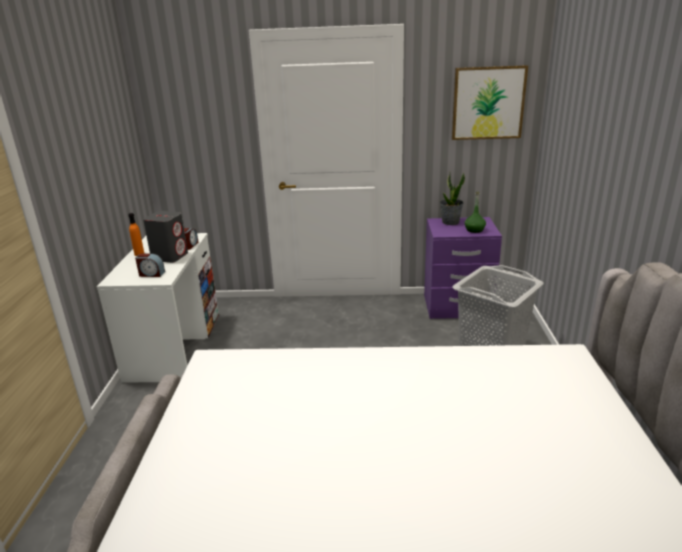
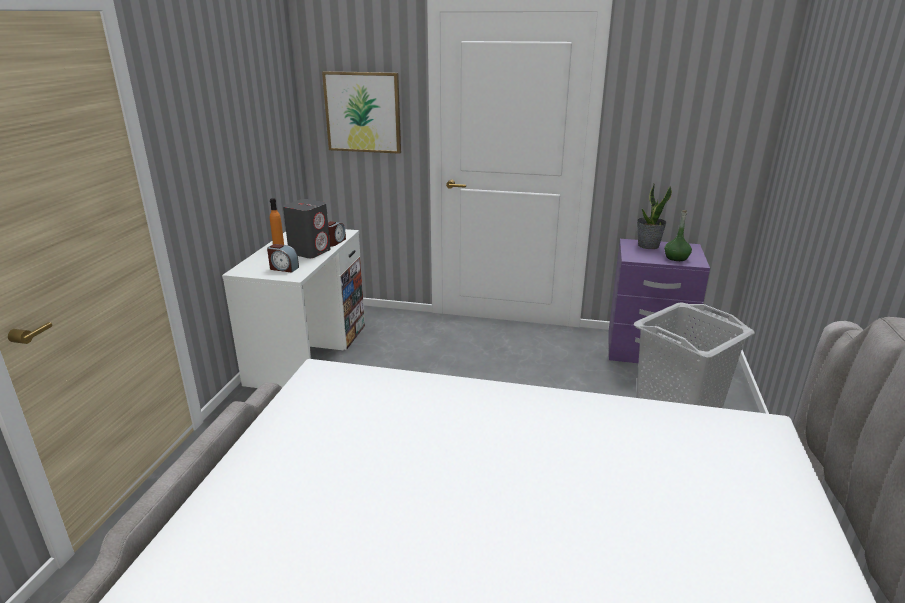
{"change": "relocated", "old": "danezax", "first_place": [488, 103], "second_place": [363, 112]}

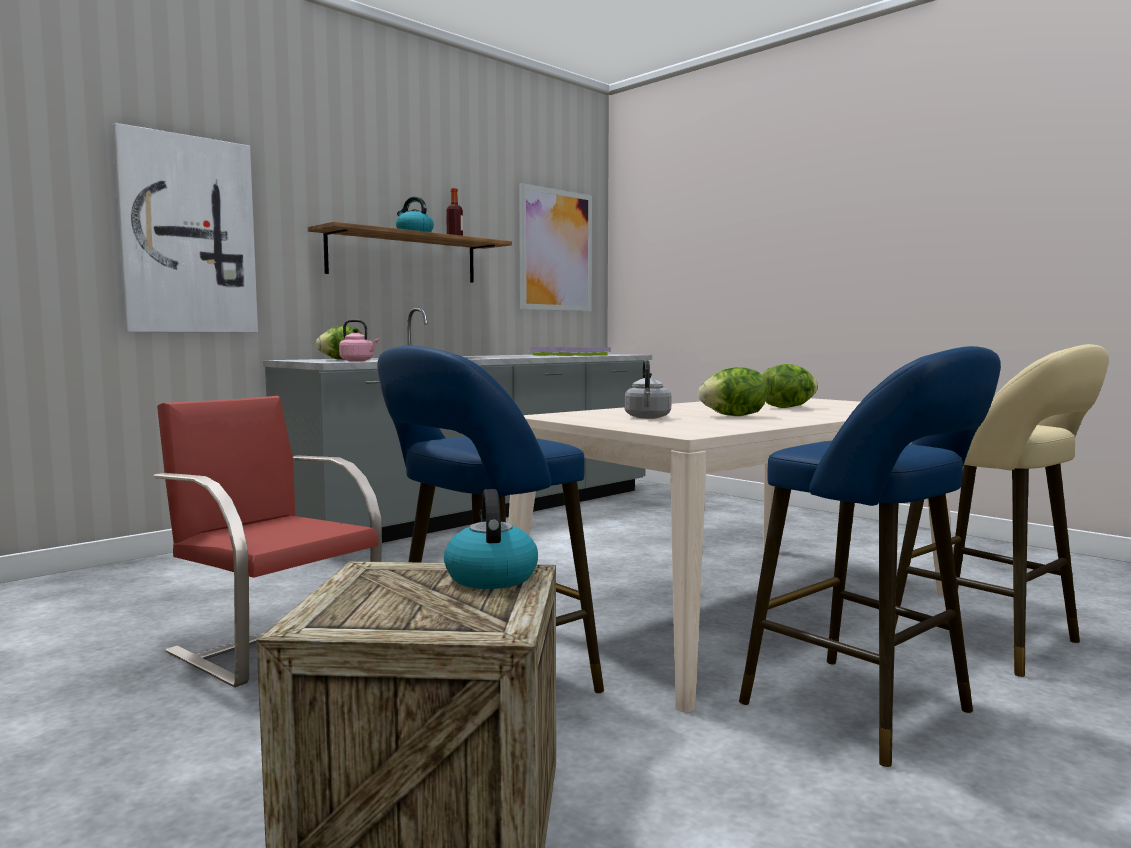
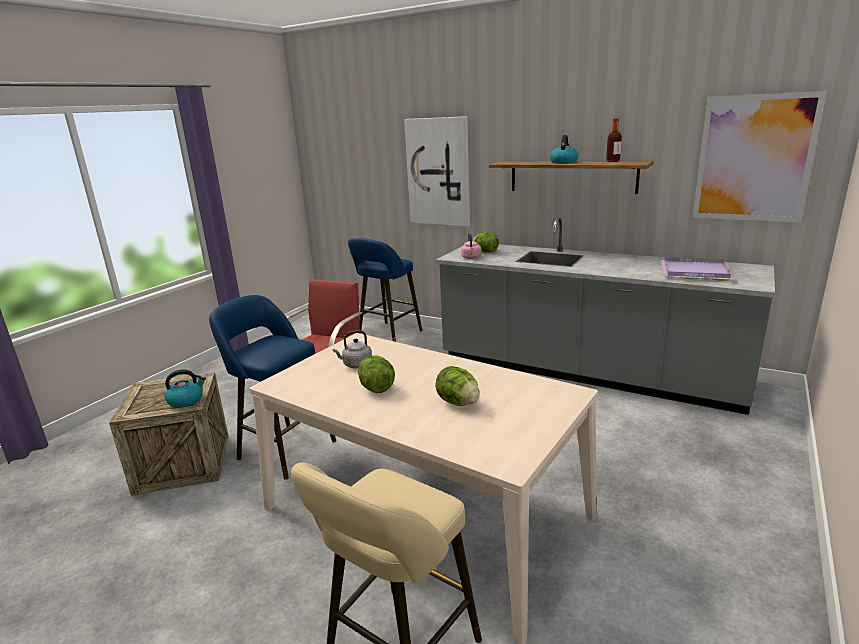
{"change": "relocated", "old": "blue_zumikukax", "first_place": [867, 712], "second_place": [387, 335]}

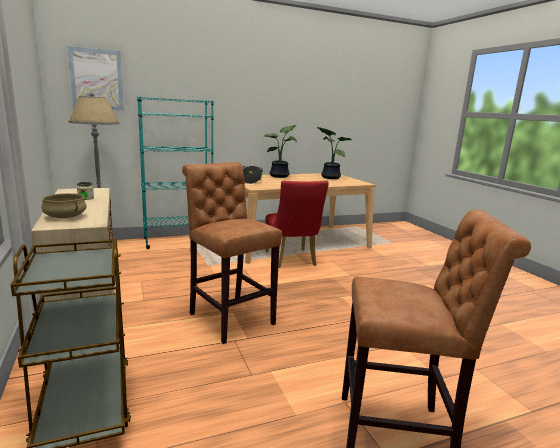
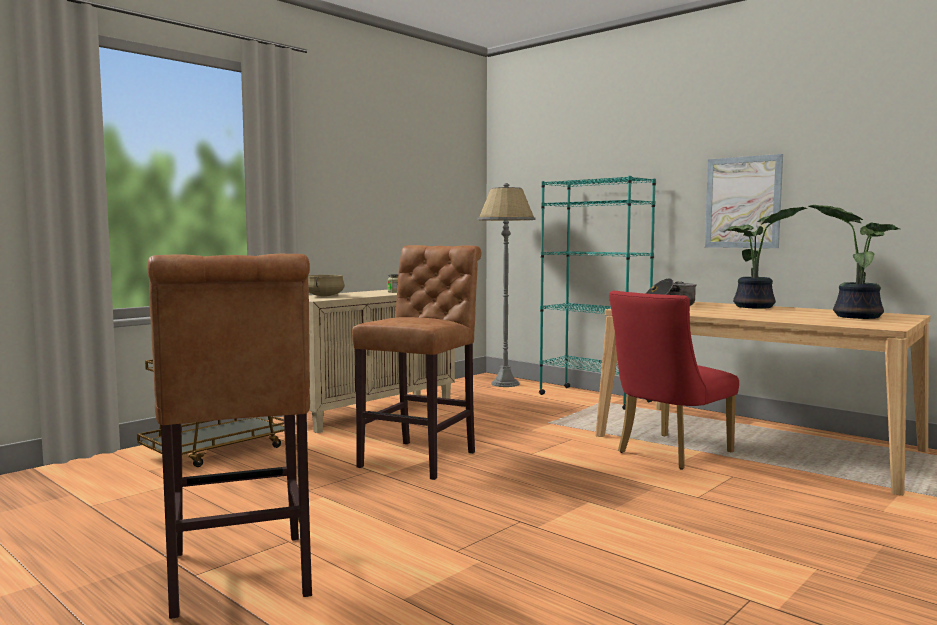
{"change": "relocated", "old": "danezax", "first_place": [96, 79], "second_place": [743, 202]}

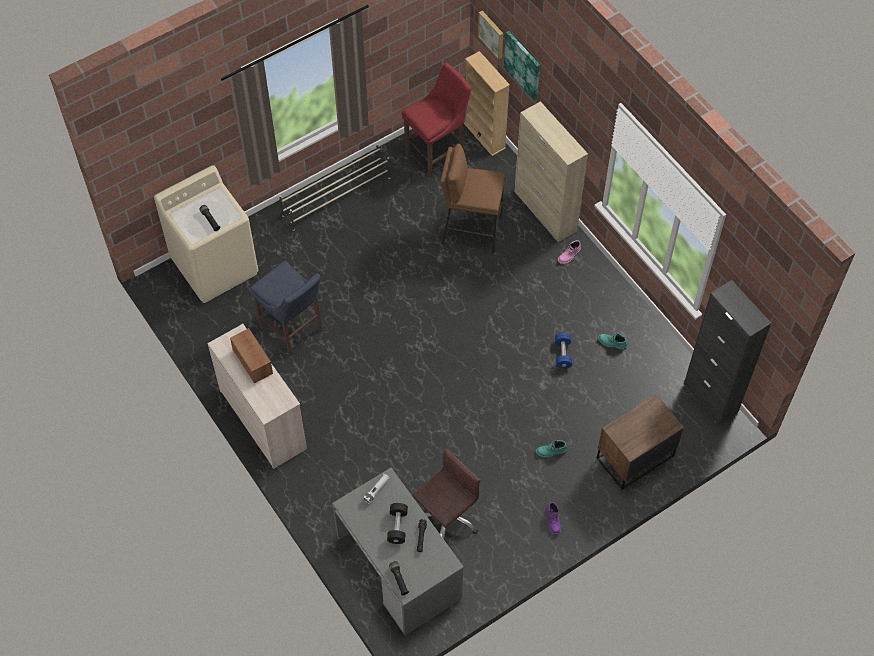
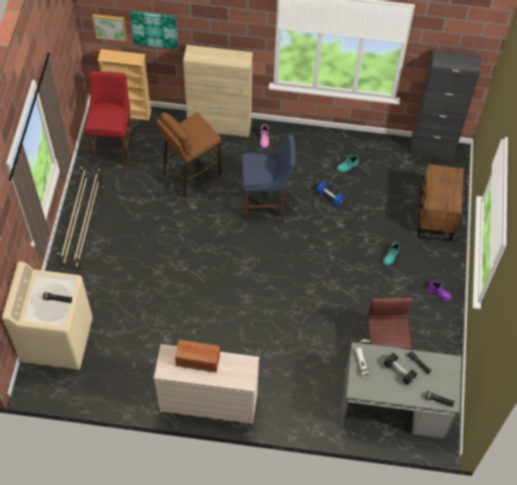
{"change": "relocated", "old": "blue_zumikukax", "first_place": [293, 331], "second_place": [266, 203]}

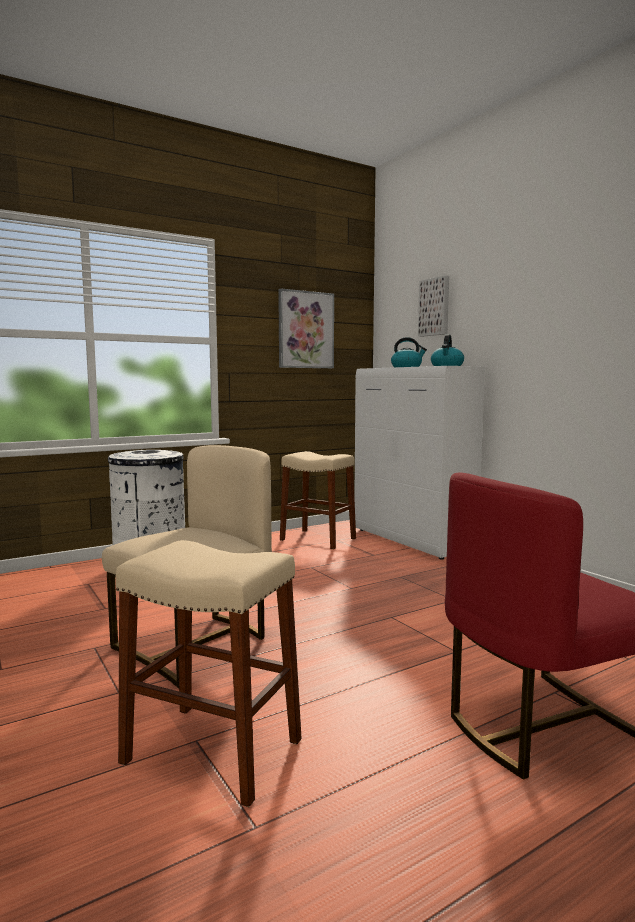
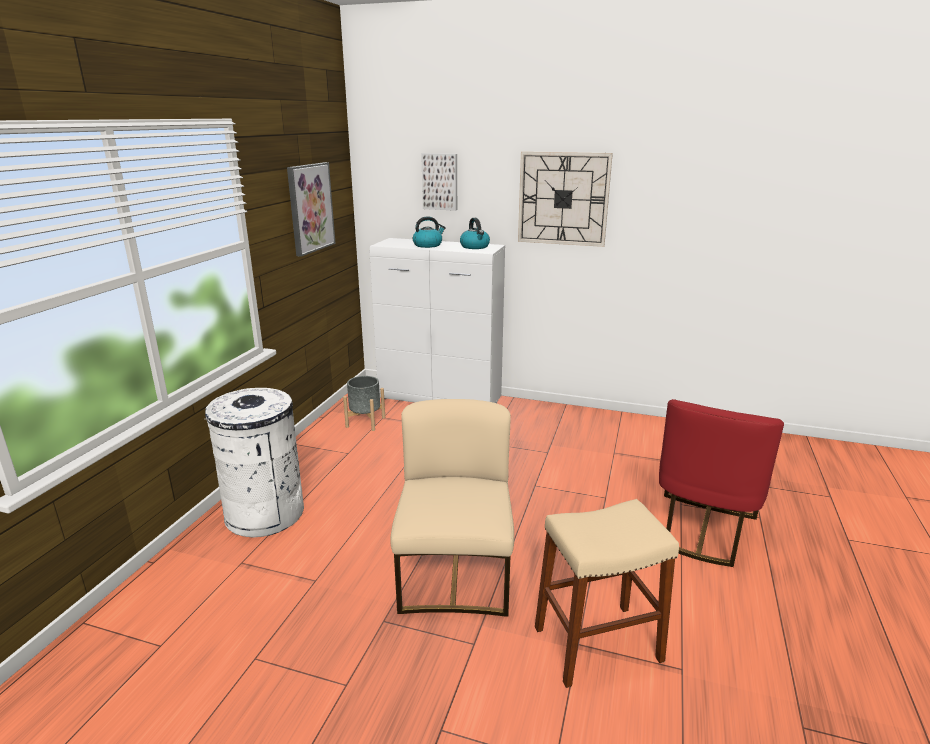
{"change": "exchanged", "old": "beige_zumikukax", "new": "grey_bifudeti", "first_place": [318, 539], "second_place": [365, 422]}
{"change": "appeared", "new": "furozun", "second_place": [563, 199]}

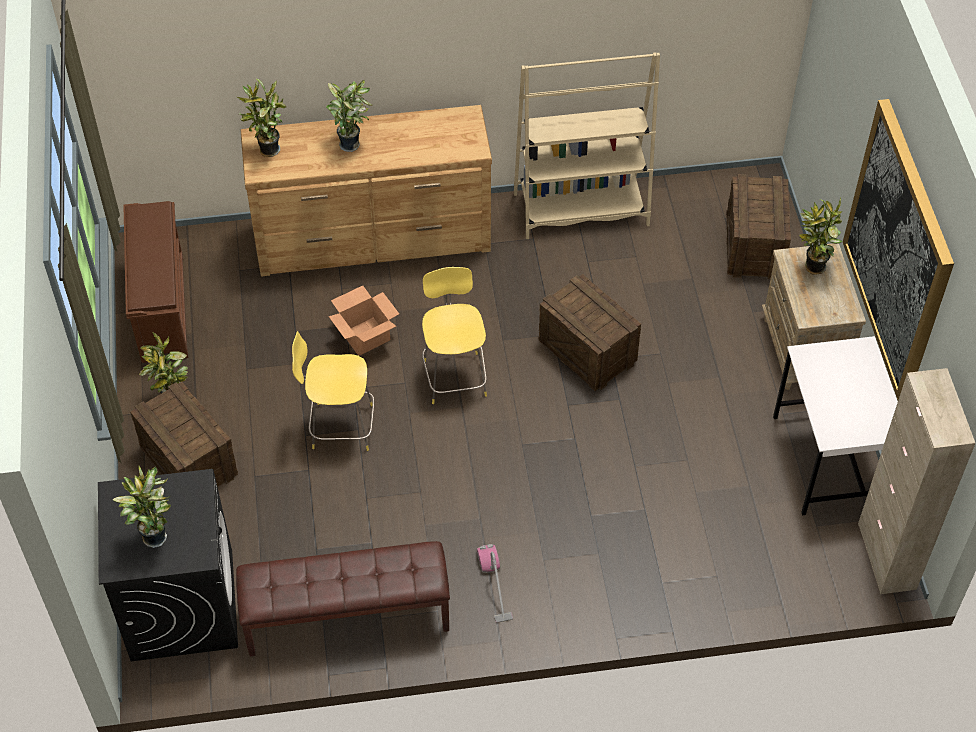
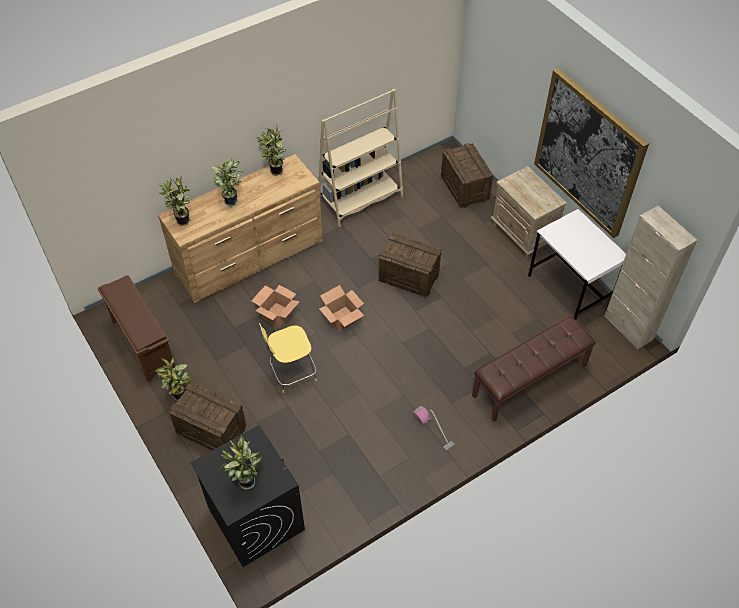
{"change": "relocated", "old": "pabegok", "first_place": [812, 268], "second_place": [275, 172]}
{"change": "exchanged", "old": "yellow_zumikukax", "new": "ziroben", "first_place": [454, 376], "second_place": [342, 318]}
{"change": "relocated", "old": "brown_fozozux", "first_place": [346, 618], "second_place": [530, 381]}

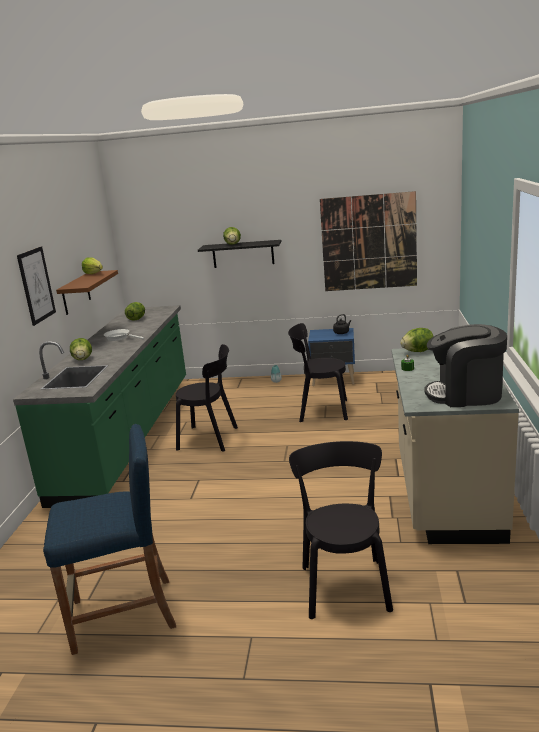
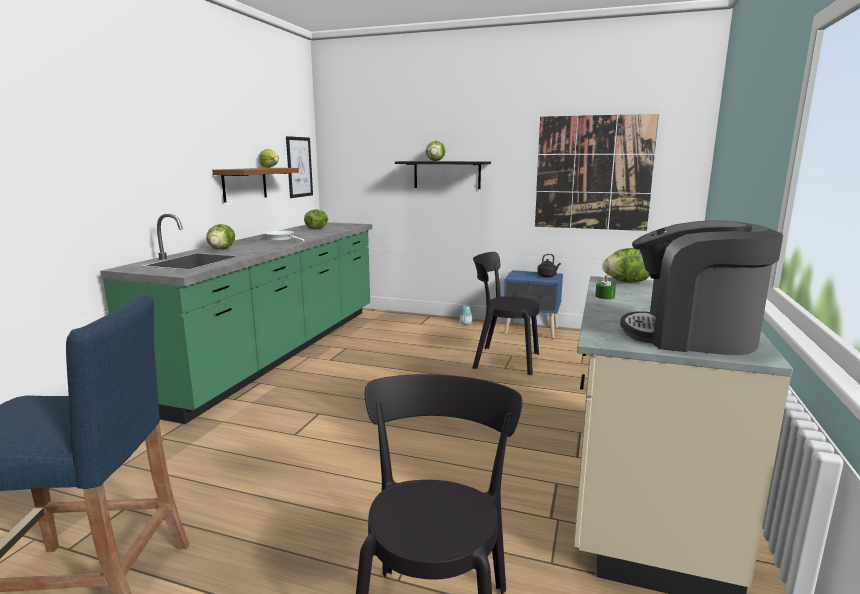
{"change": "relocated", "old": "danezax", "first_place": [36, 285], "second_place": [299, 167]}
{"change": "missing", "old": "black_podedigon", "first_place": [211, 439]}

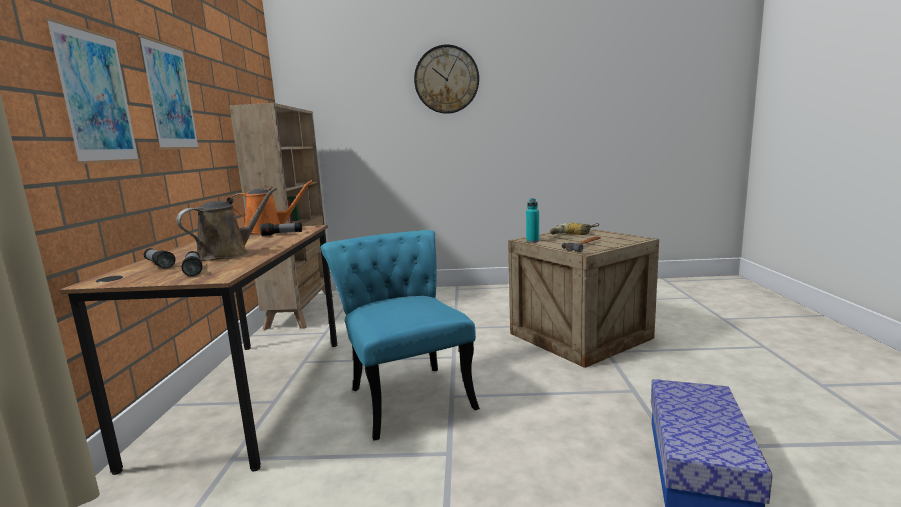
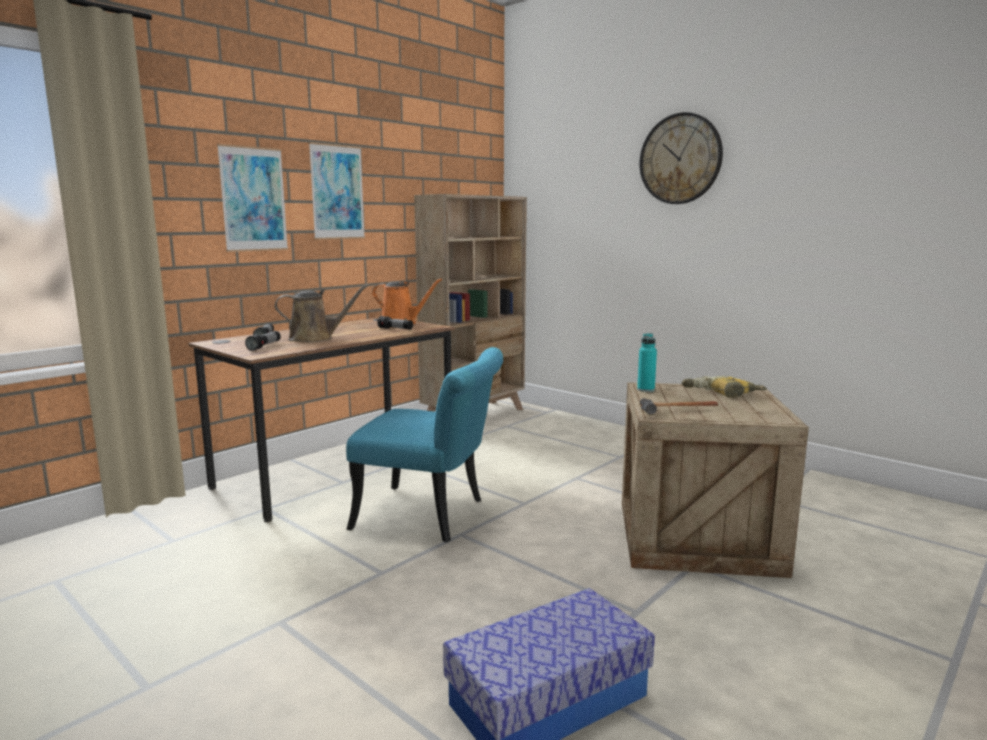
{"change": "spun", "old": "turquoise_podedigon", "first_place": [406, 393], "second_place": [432, 515], "degrees": 90}

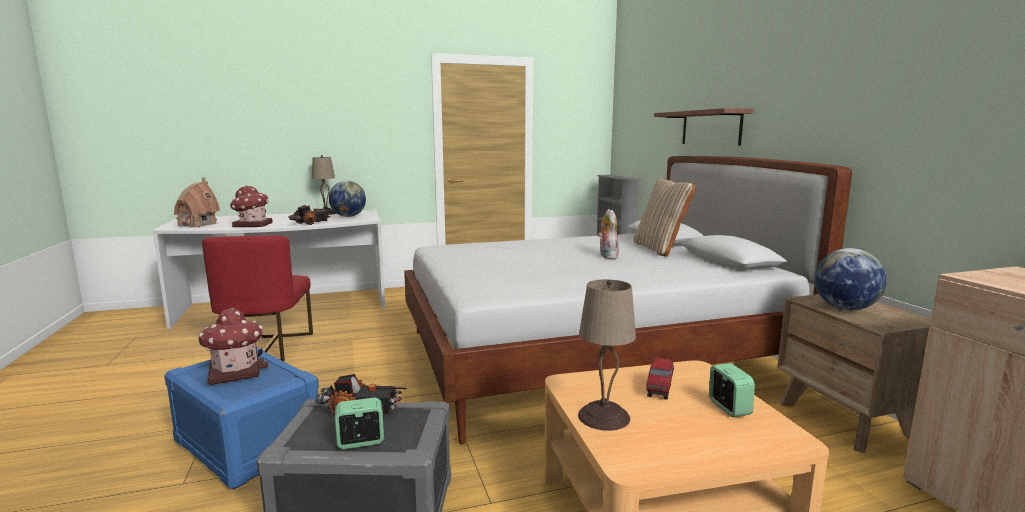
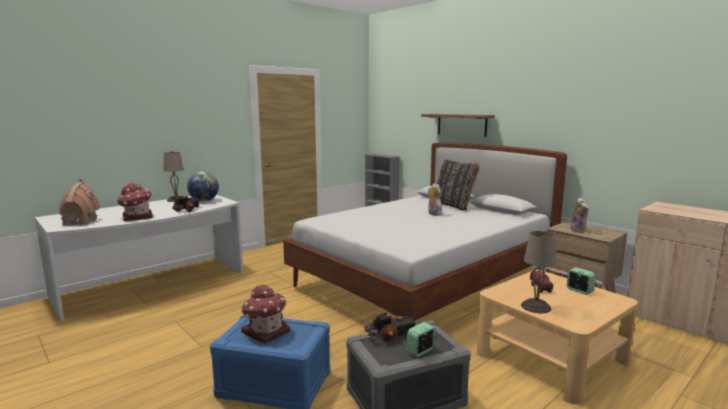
{"change": "colour", "old": "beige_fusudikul", "new": "black_fusudikul", "first_place": [660, 249], "second_place": [453, 206]}
{"change": "missing", "old": "red_podedigon", "first_place": [267, 348]}
{"change": "exchanged", "old": "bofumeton", "new": "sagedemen", "first_place": [845, 308], "second_place": [579, 231]}

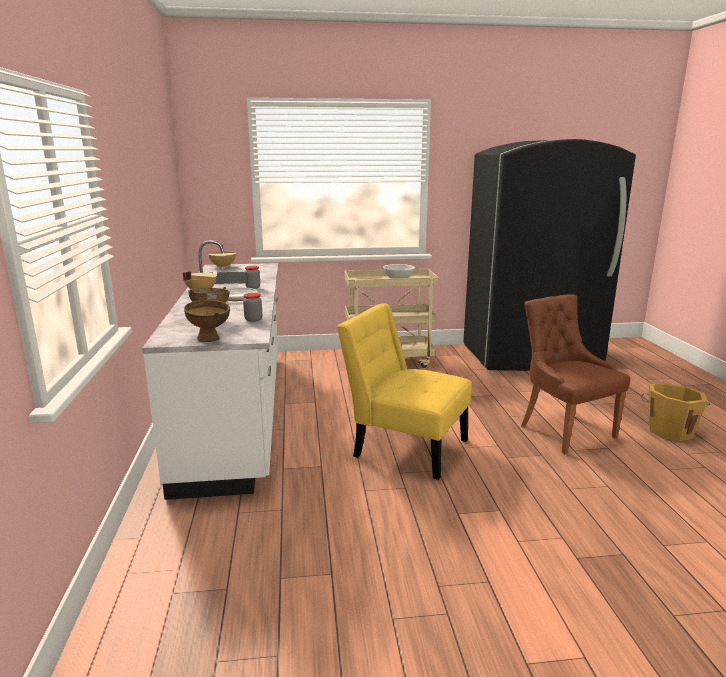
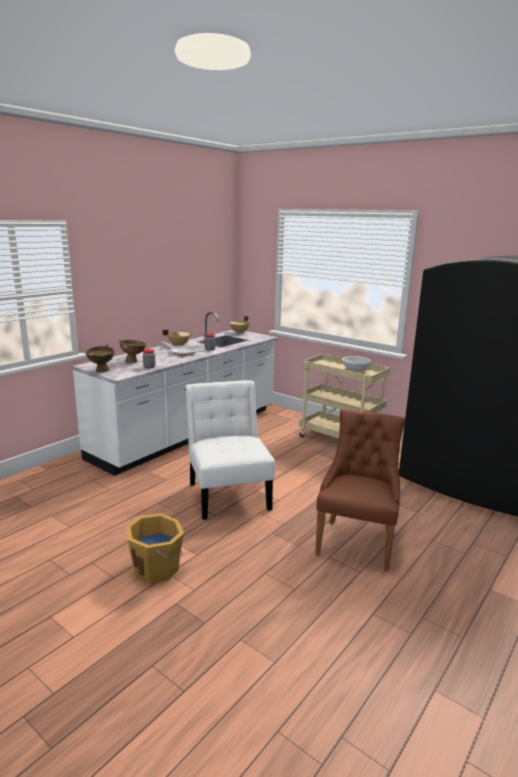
{"change": "colour", "old": "yellow_podedigon", "new": "white_podedigon", "first_place": [405, 446], "second_place": [228, 493]}
{"change": "relocated", "old": "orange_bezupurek", "first_place": [669, 430], "second_place": [157, 568]}

